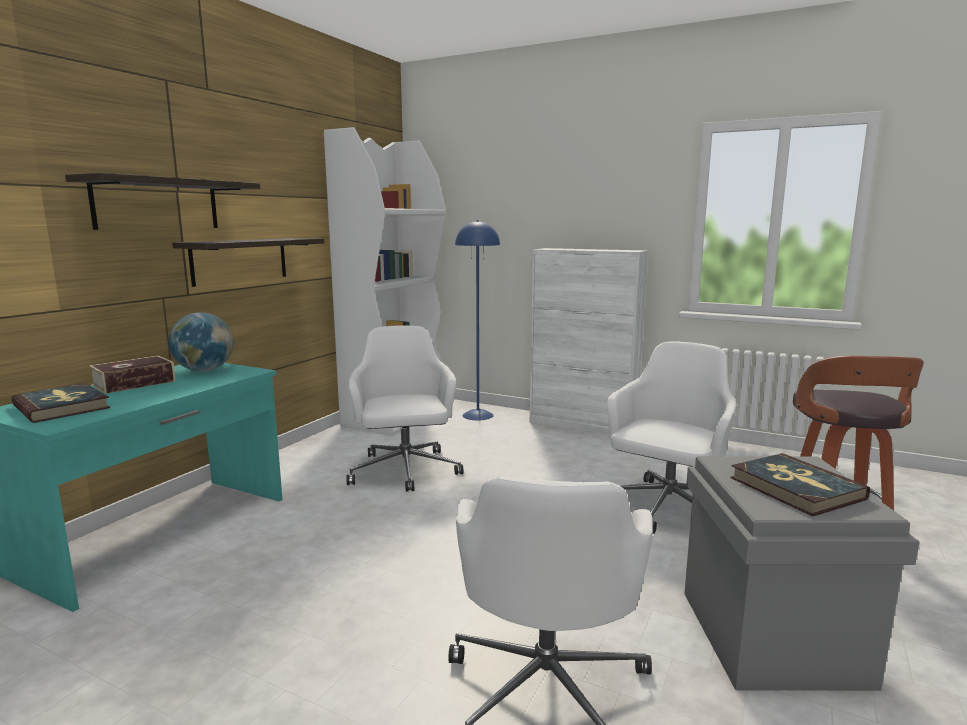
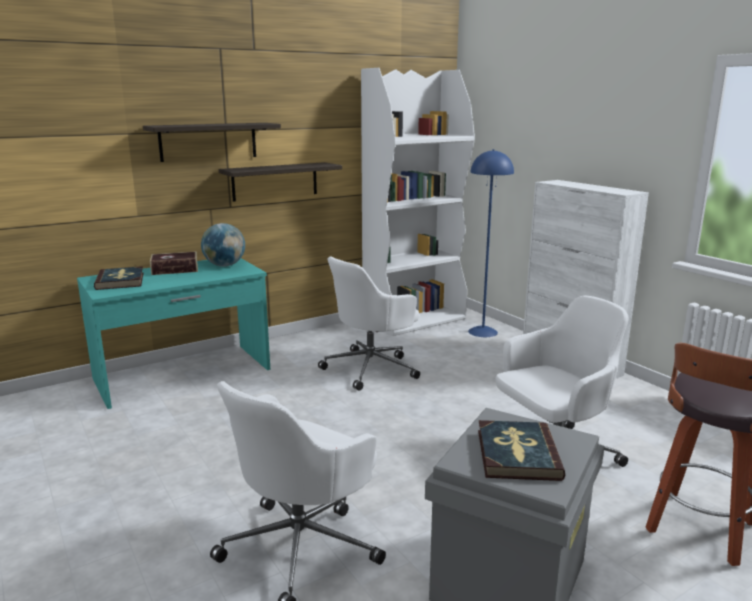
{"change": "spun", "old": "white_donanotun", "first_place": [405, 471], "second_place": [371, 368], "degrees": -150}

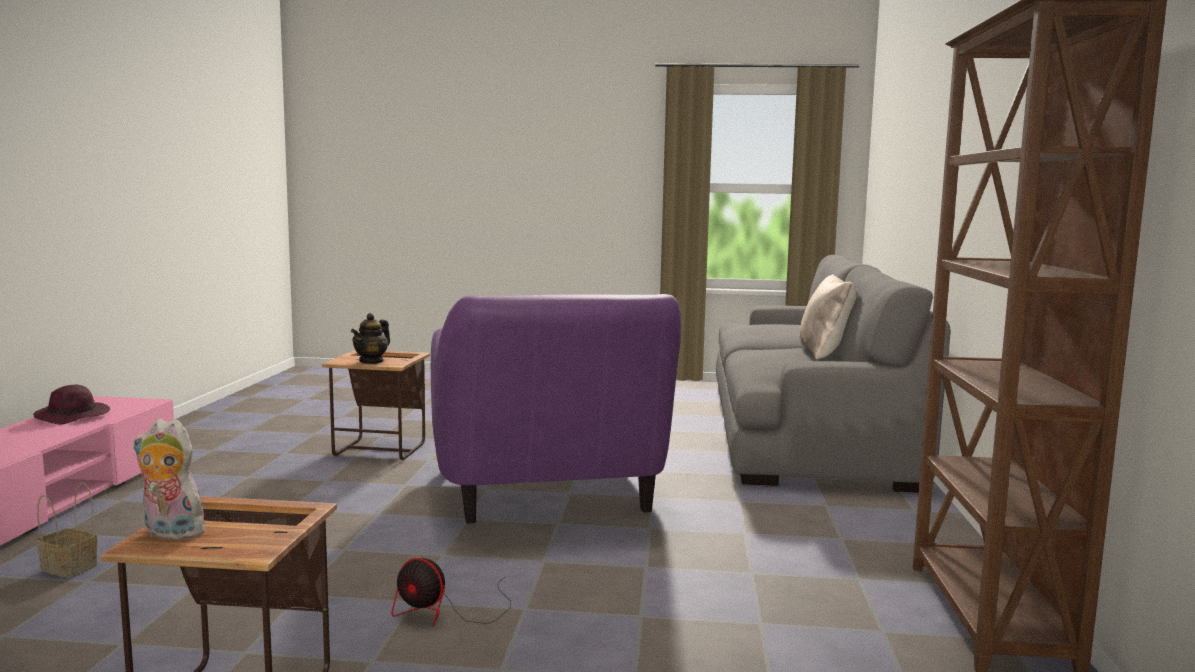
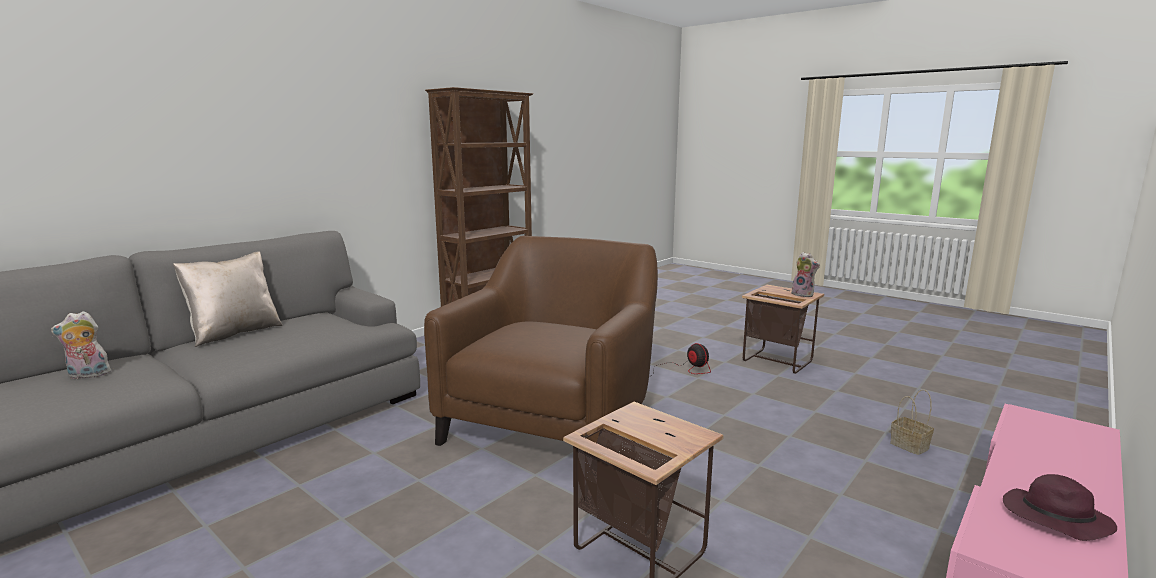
{"change": "colour", "old": "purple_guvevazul", "new": "brown_guvevazul", "first_place": [549, 496], "second_place": [553, 422]}
{"change": "missing", "old": "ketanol", "first_place": [372, 361]}
{"change": "appeared", "new": "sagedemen", "second_place": [87, 376]}

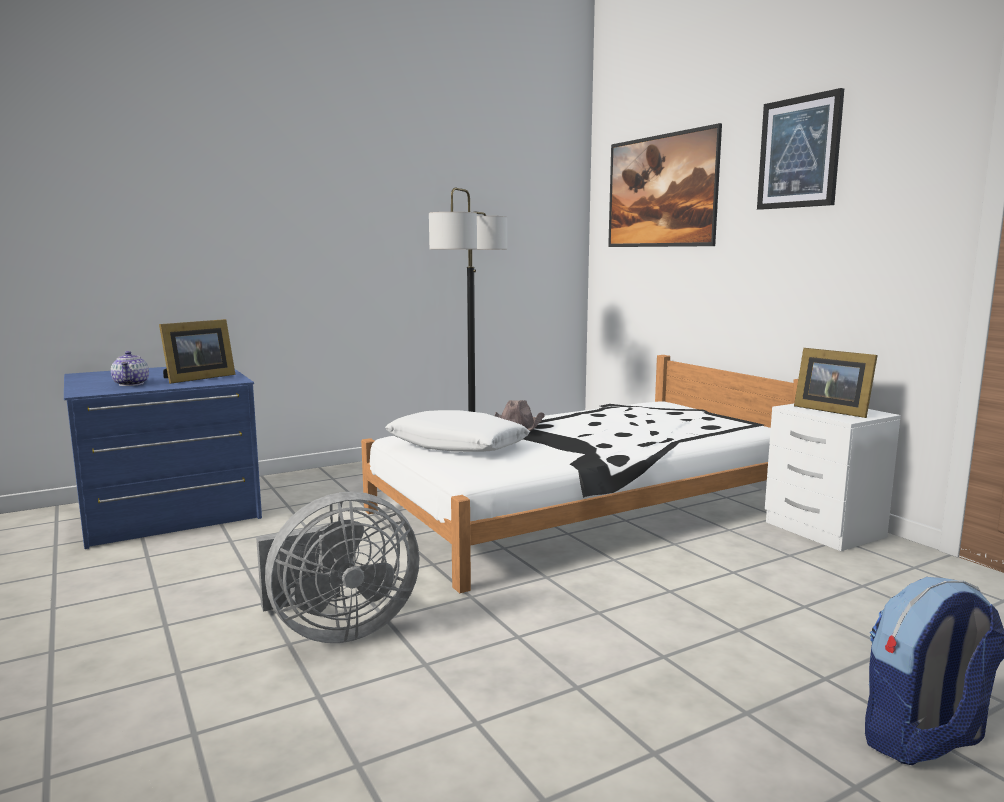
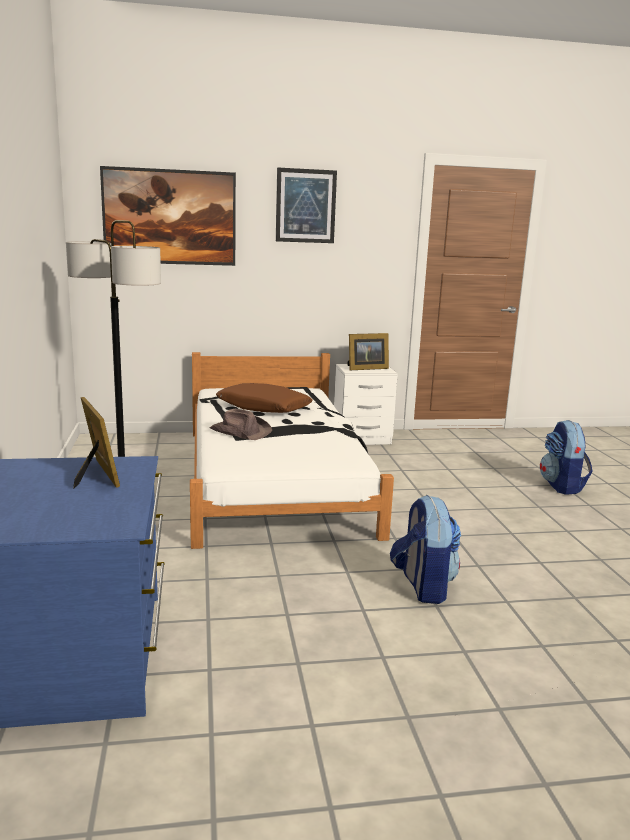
{"change": "missing", "old": "ketanol", "first_place": [131, 384]}
{"change": "missing", "old": "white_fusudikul", "first_place": [457, 446]}
{"change": "exchanged", "old": "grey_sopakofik", "new": "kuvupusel", "first_place": [337, 630], "second_place": [423, 586]}
{"change": "appeared", "new": "brown_fusudikul", "second_place": [263, 408]}

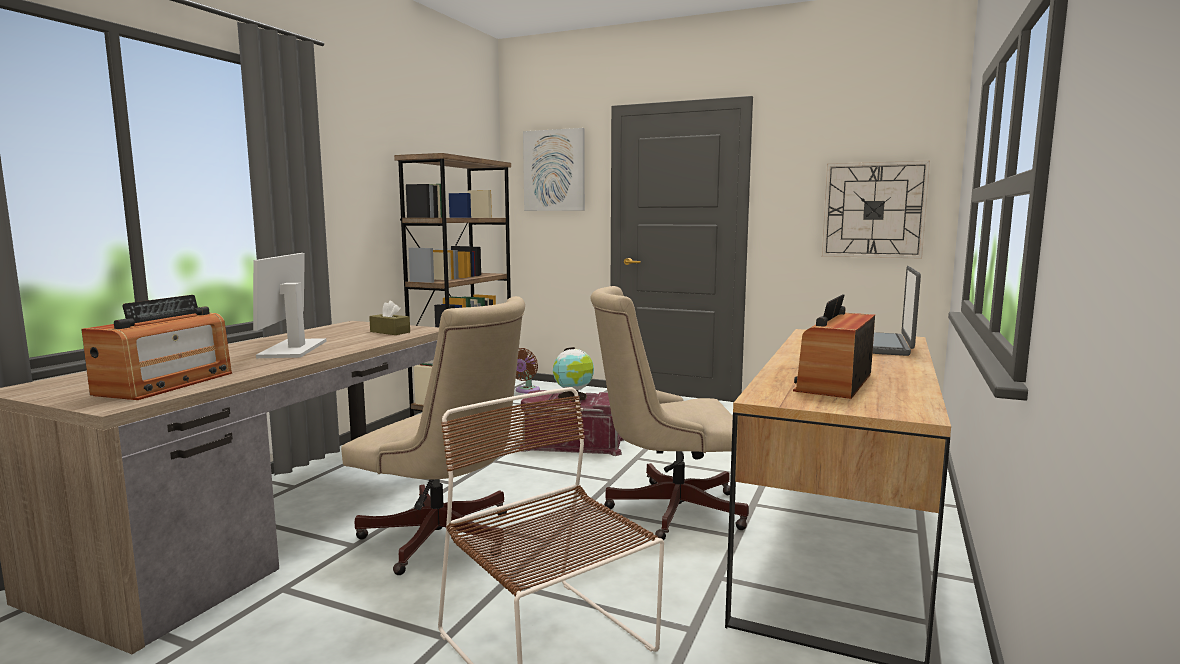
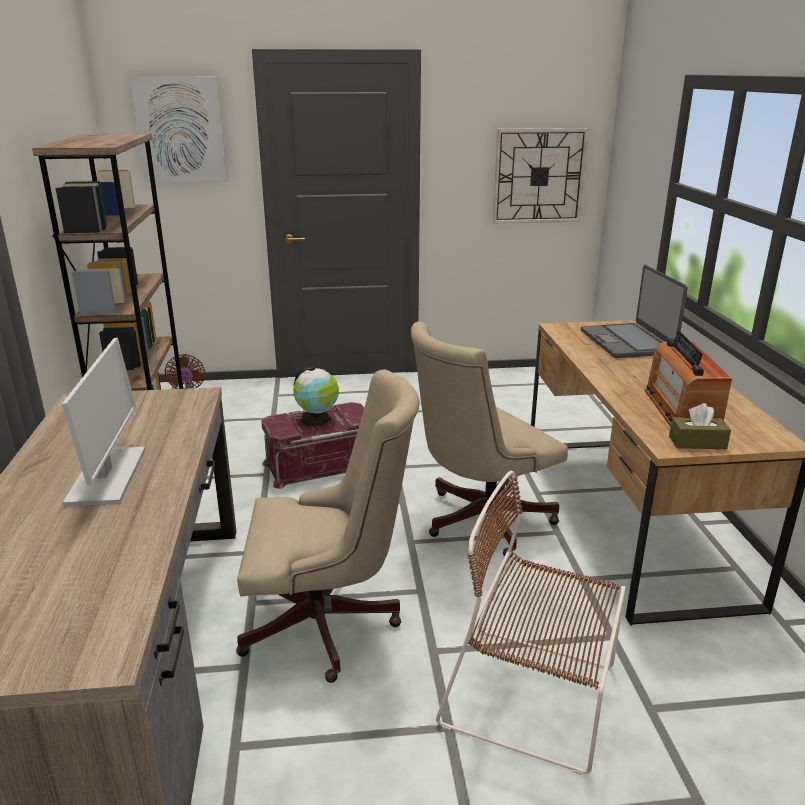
{"change": "spun", "old": "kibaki", "first_place": [293, 349], "second_place": [107, 477], "degrees": -150}
{"change": "missing", "old": "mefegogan", "first_place": [166, 384]}
{"change": "relocated", "old": "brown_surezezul", "first_place": [390, 332], "second_place": [697, 442]}

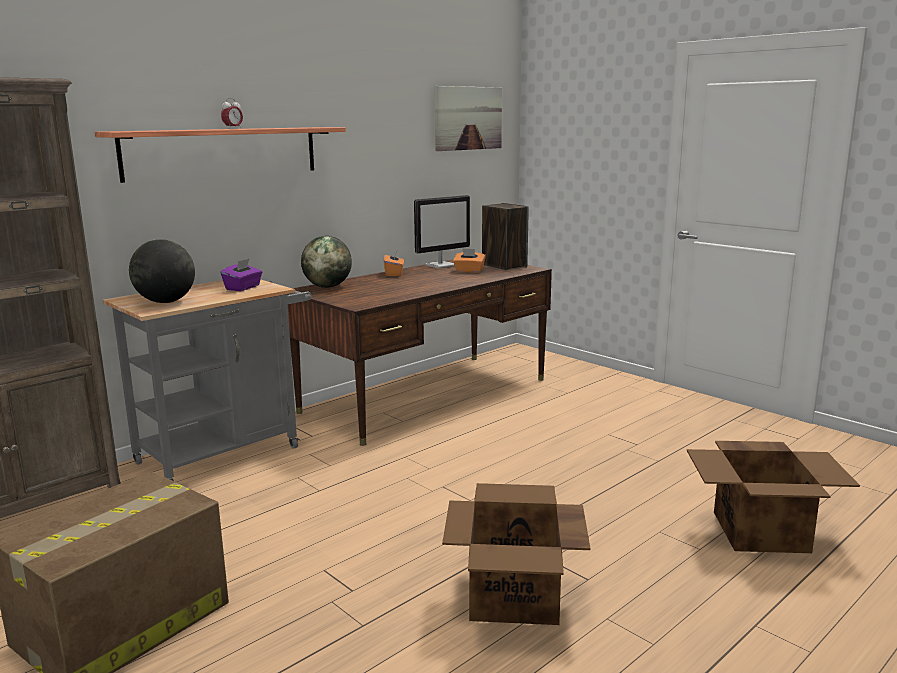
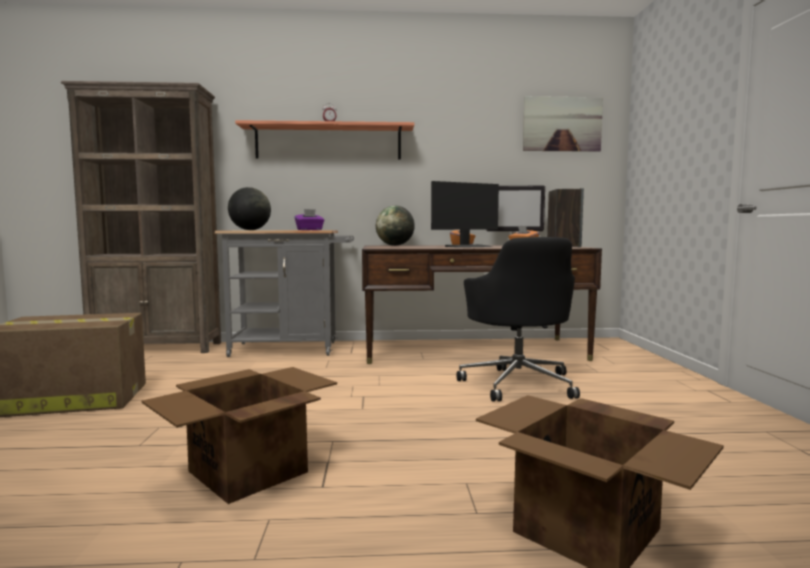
{"change": "appeared", "new": "kibaki", "second_place": [468, 246]}
{"change": "appeared", "new": "black_donanotun", "second_place": [518, 383]}

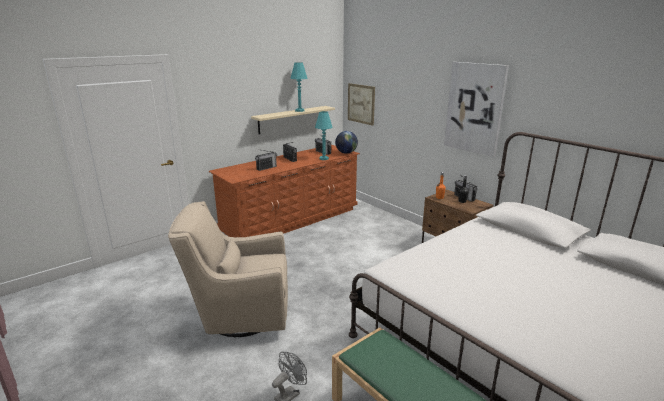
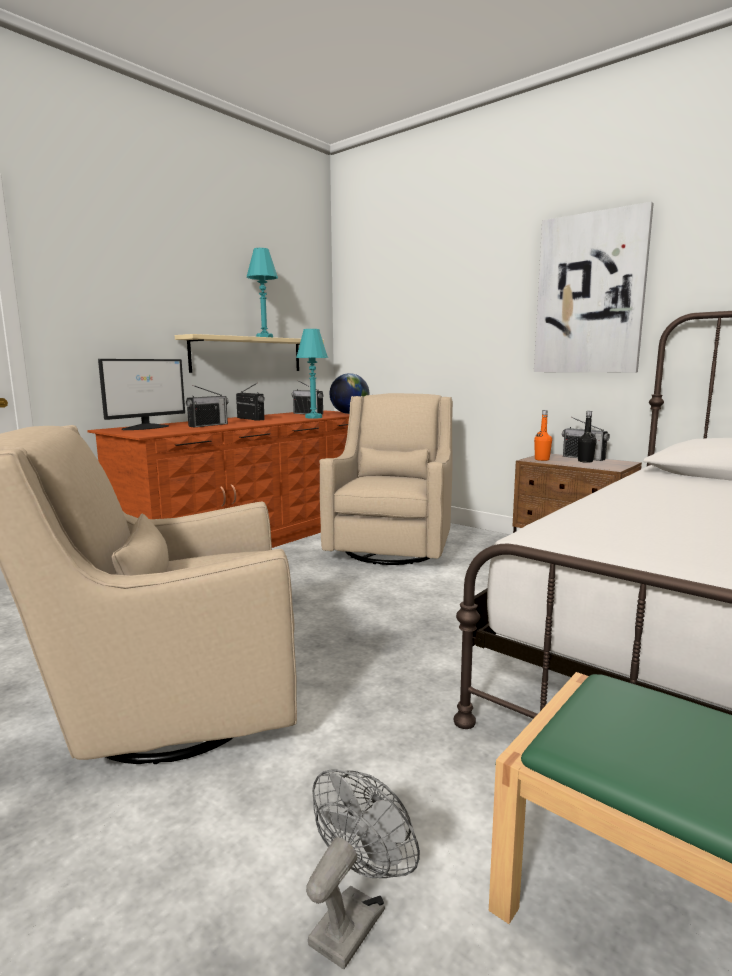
{"change": "missing", "old": "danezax", "first_place": [361, 104]}
{"change": "appeared", "new": "kibaki", "second_place": [147, 427]}
{"change": "appeared", "new": "beige_guvevazul", "second_place": [392, 548]}

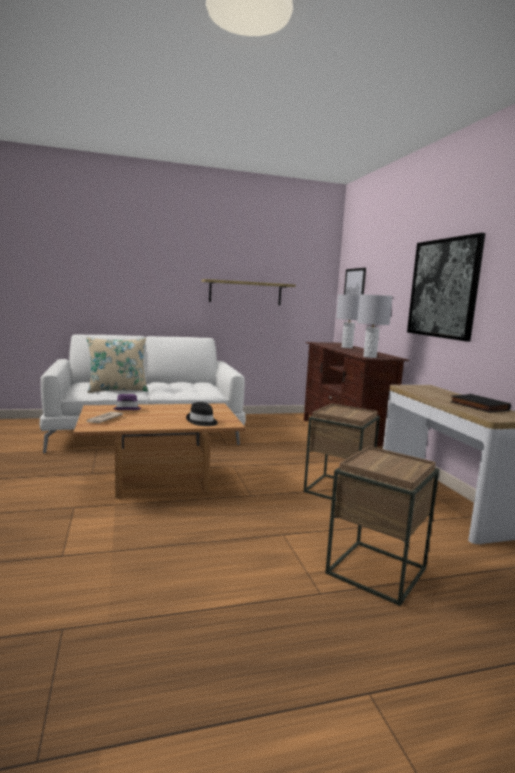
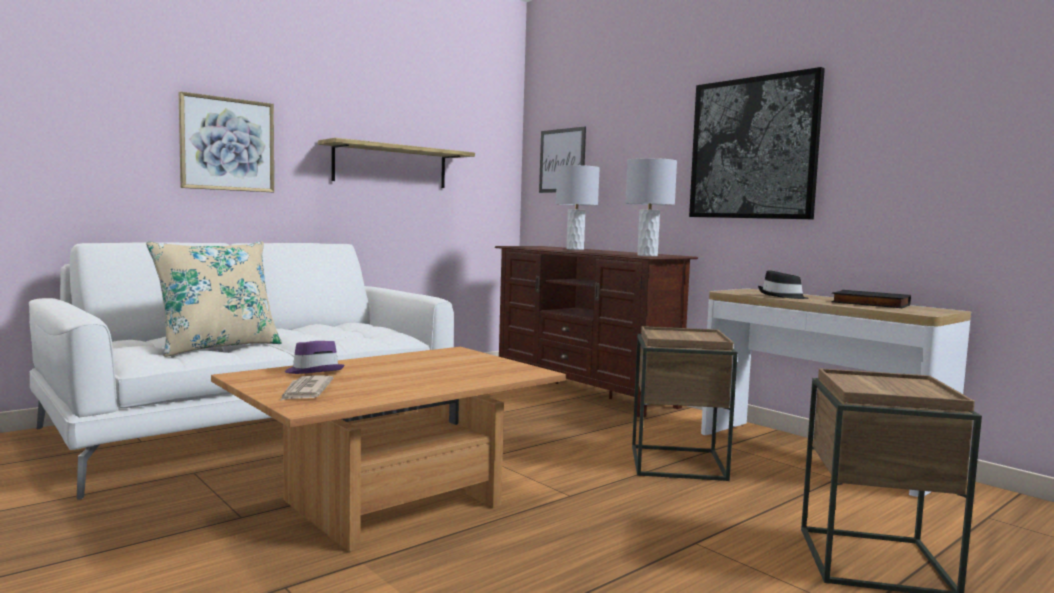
{"change": "relocated", "old": "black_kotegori", "first_place": [202, 421], "second_place": [782, 296]}
{"change": "appeared", "new": "danezax", "second_place": [227, 144]}

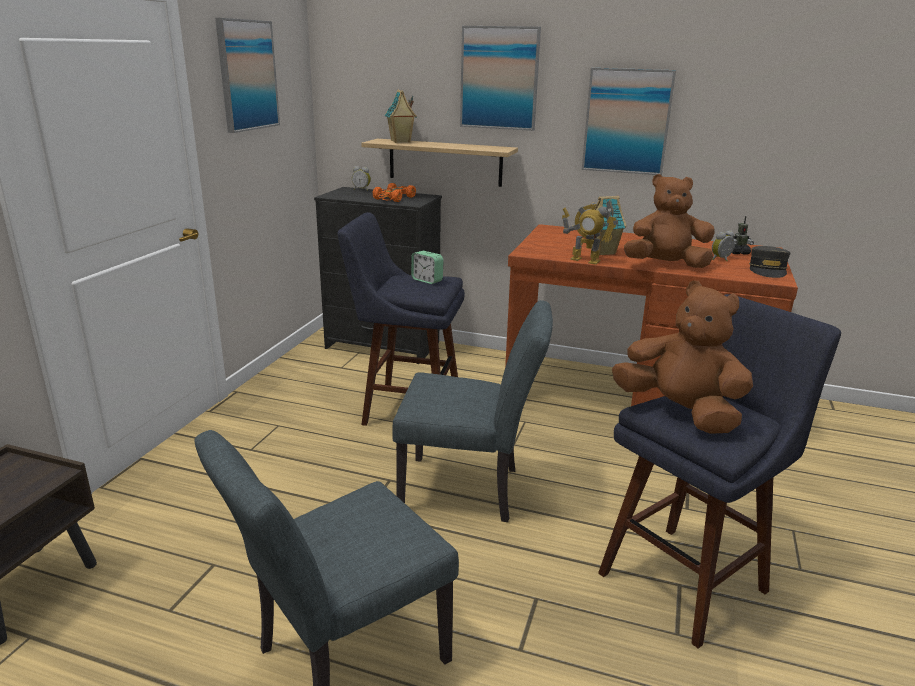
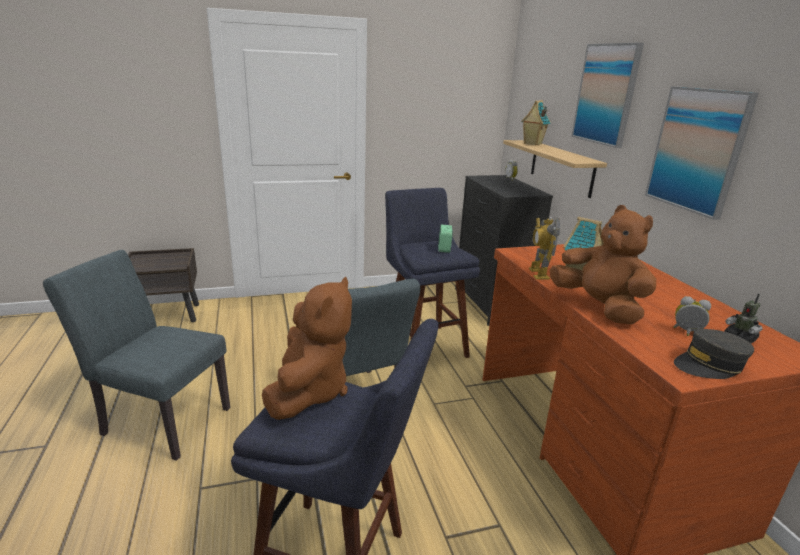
{"change": "missing", "old": "danezax", "first_place": [247, 75]}
{"change": "missing", "old": "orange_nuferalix", "first_place": [394, 198]}

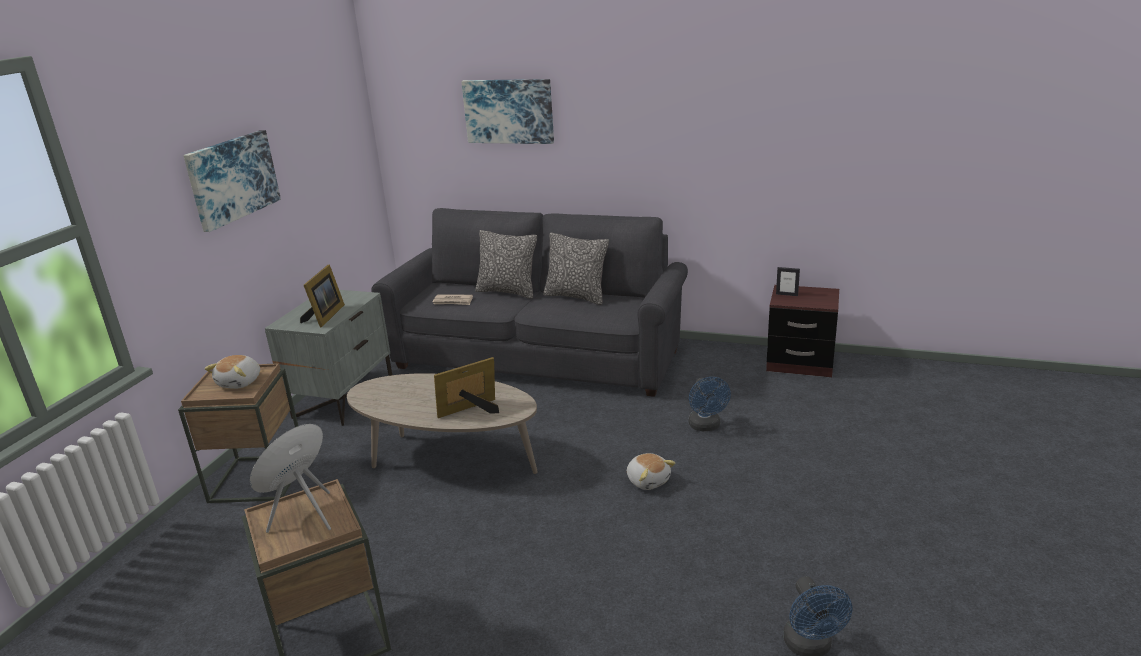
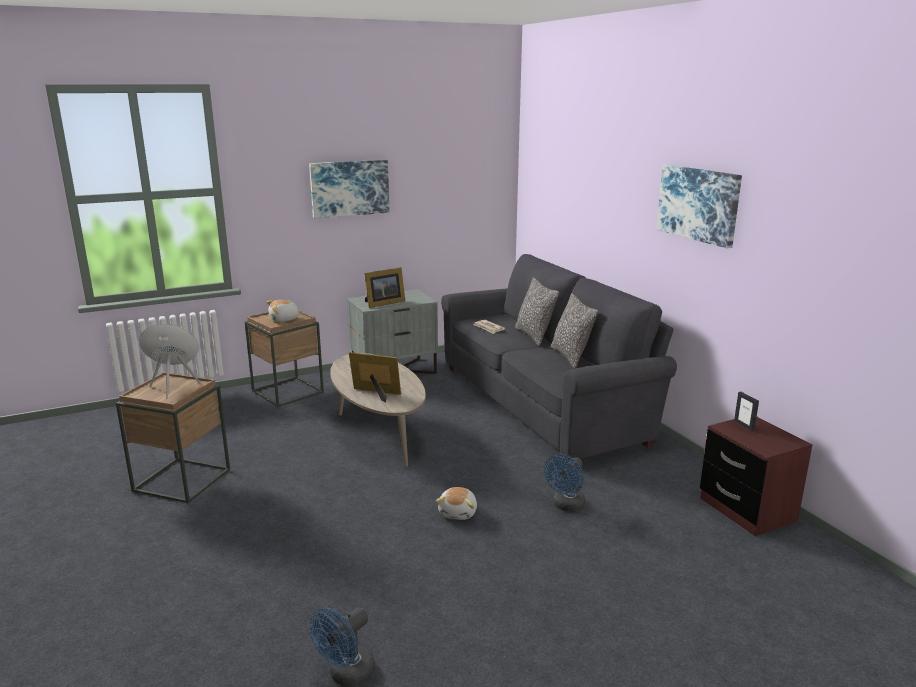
{"change": "relocated", "old": "danezax", "first_place": [509, 111], "second_place": [698, 204]}

